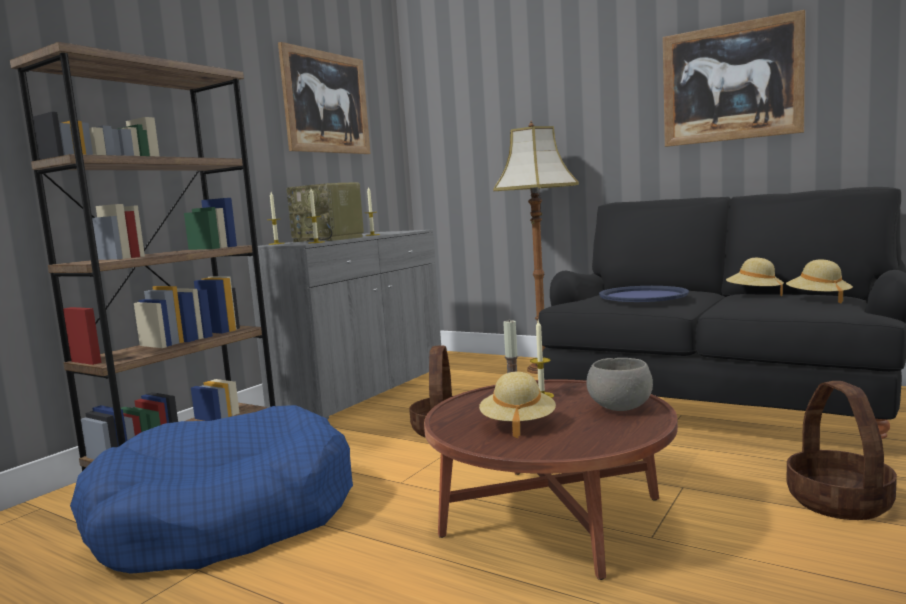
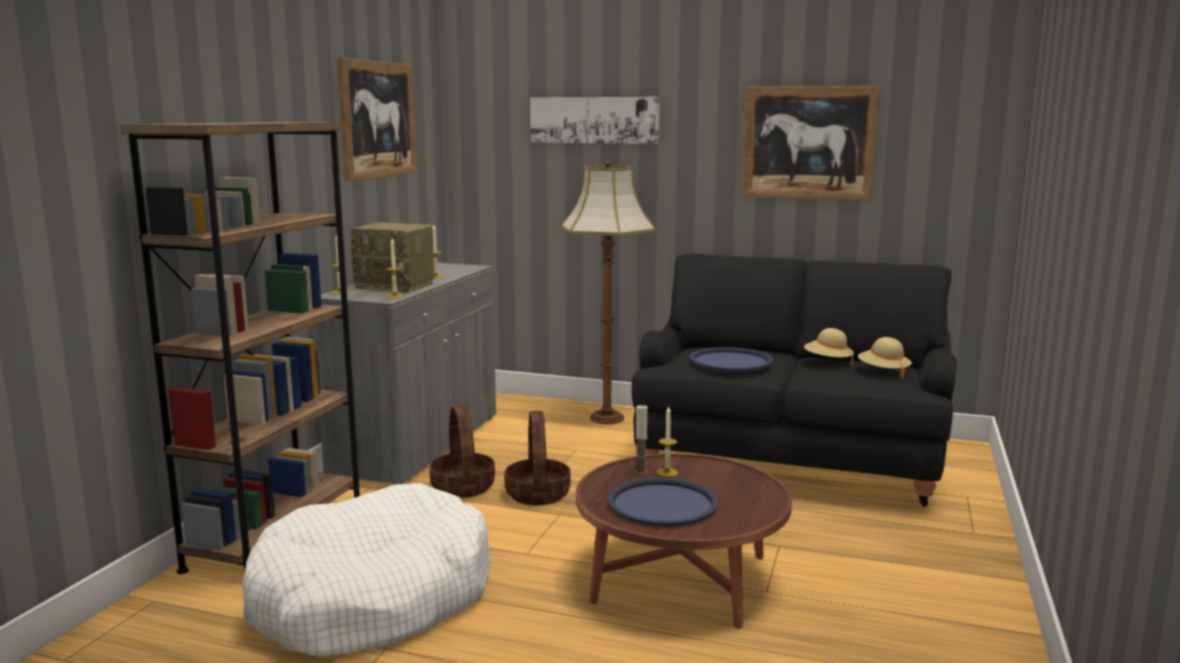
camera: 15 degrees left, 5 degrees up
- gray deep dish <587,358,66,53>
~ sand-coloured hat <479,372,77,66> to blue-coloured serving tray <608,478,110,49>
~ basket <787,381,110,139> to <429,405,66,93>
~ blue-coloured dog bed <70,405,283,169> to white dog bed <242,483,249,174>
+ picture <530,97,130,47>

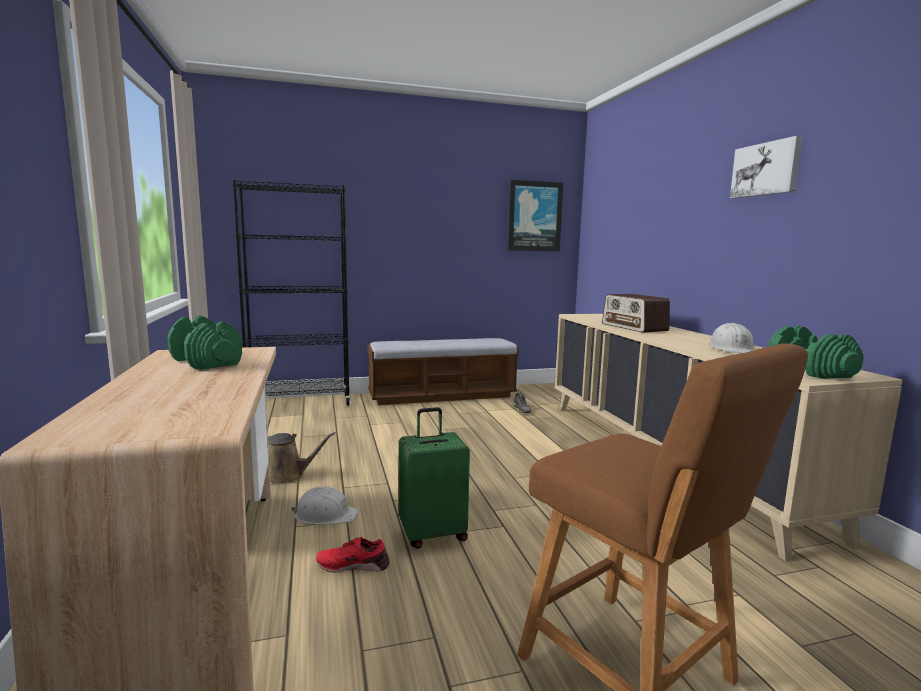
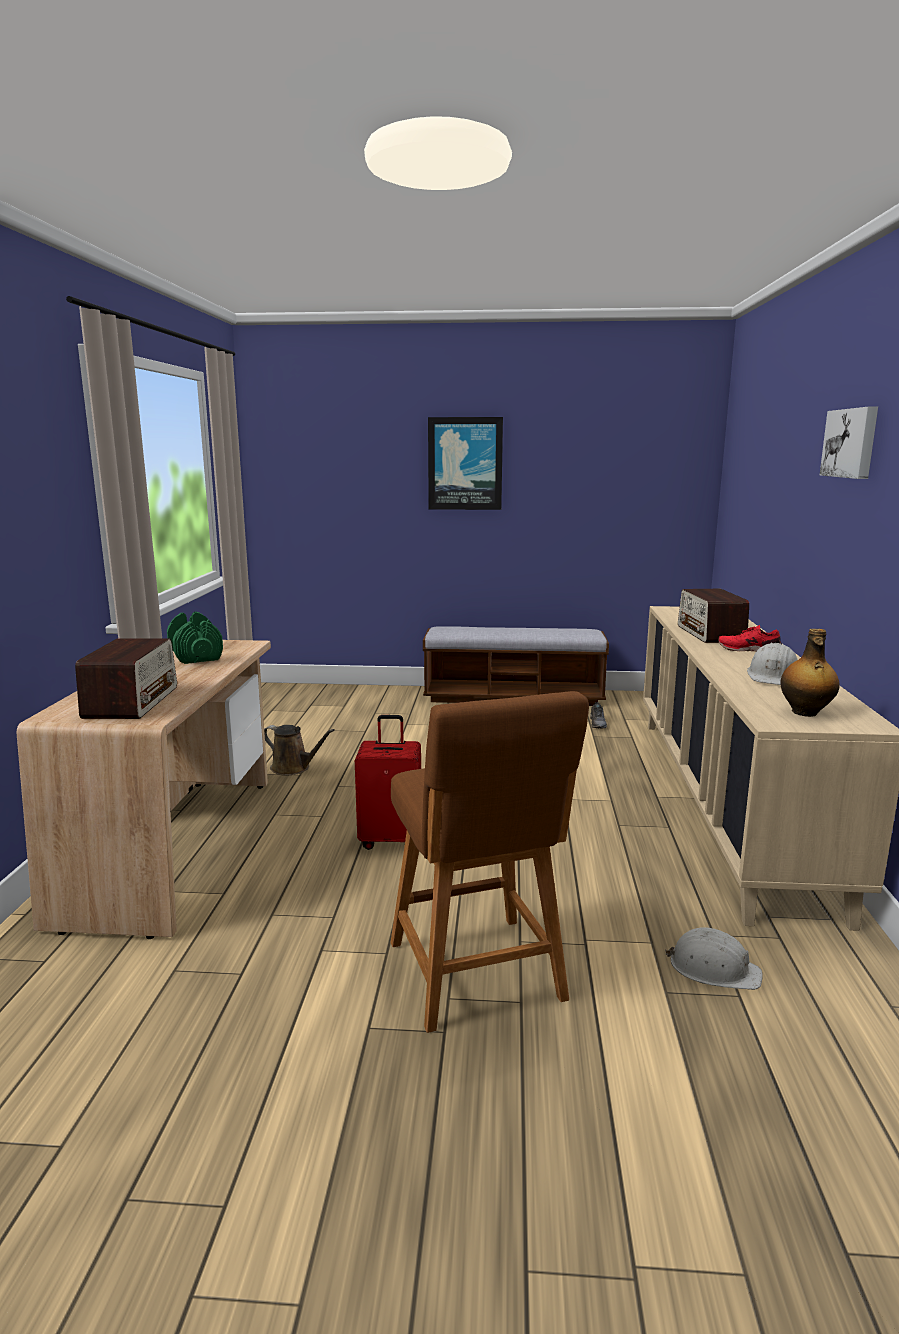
camera: 20 degrees right, 5 degrees up
- blackish shelving unit <232,180,119,226>
~ picture <508,180,55,72> to <428,417,75,93>
~ green-coloured hand weight <768,326,95,53> to drink bottle <780,629,60,88>
~ green-coloured suitcase <399,407,71,142> to reddish suitcase <355,715,66,135>
~ white safety helmet <291,486,68,39> to <665,927,98,63>
~ reddish shoe <316,536,74,37> to <718,625,64,27>
+ radio set <75,638,102,81>

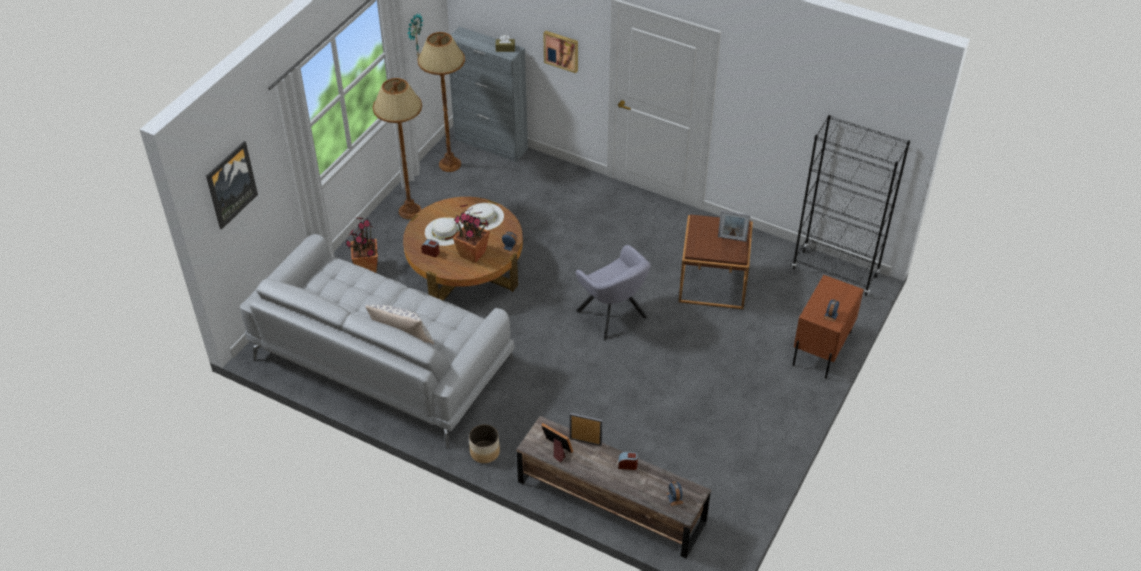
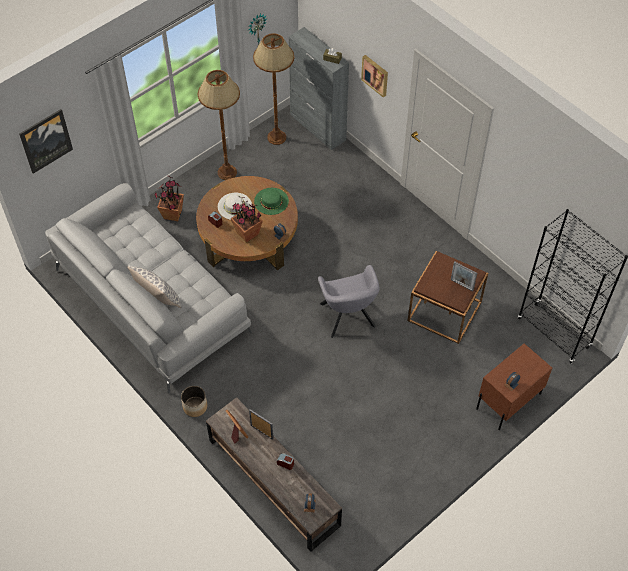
camera: 20 degrees right, 10 degrees up
~ white hat <465,203,39,27> to green-coloured hat <254,188,35,27>

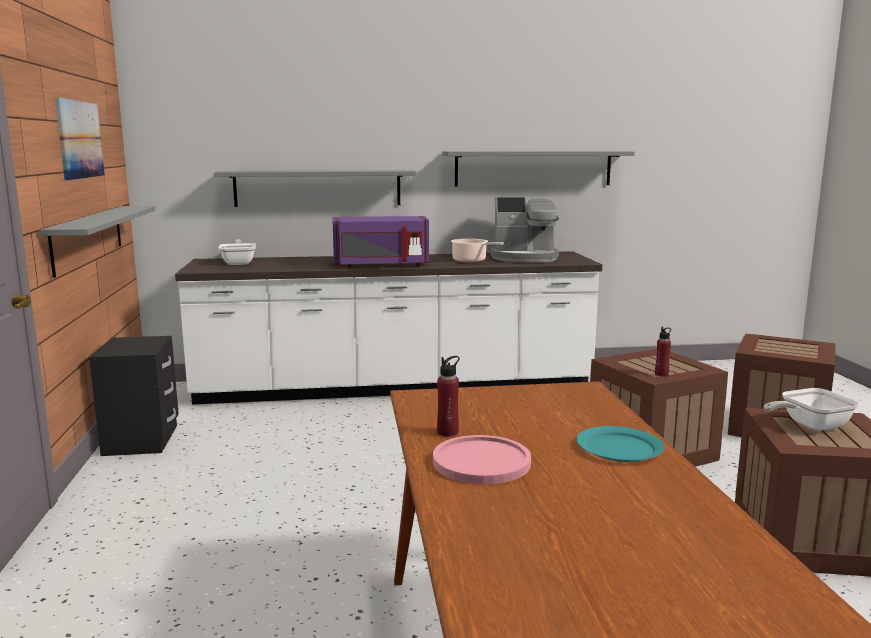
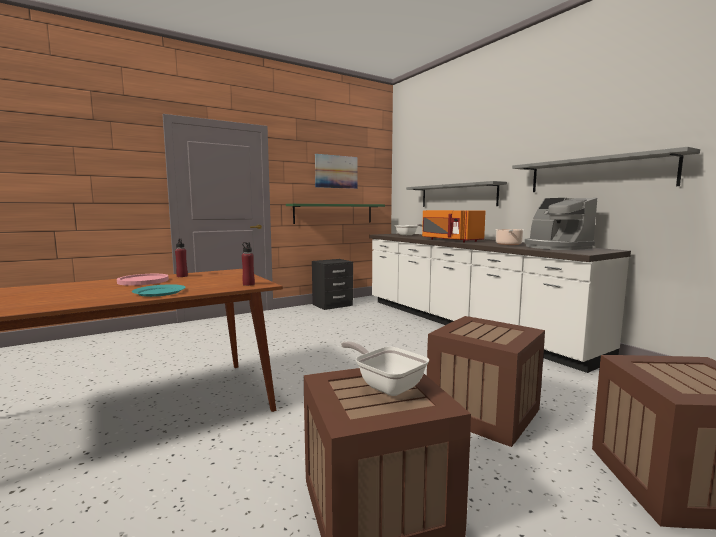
camera: 65 degrees right, 5 degrees down
~ gray bracket shelf <39,206,116,72> to green-coloured bracket shelf <286,204,99,20>
~ purple-coloured kitchen microwave <333,216,96,52> to orange-coloured kitchen microwave <422,210,64,33>
~ reddish drink bottle <655,326,16,51> to <242,242,13,44>

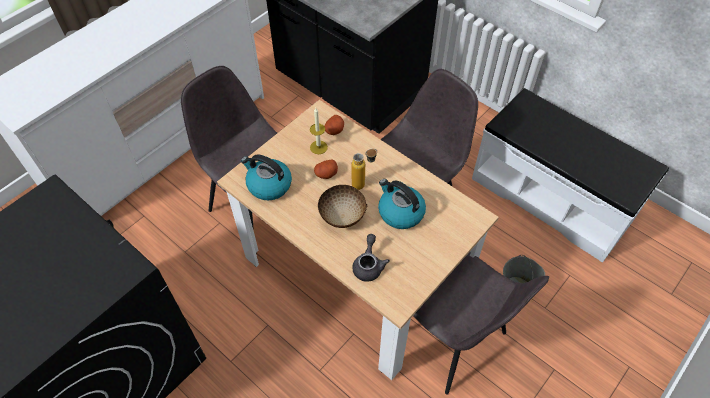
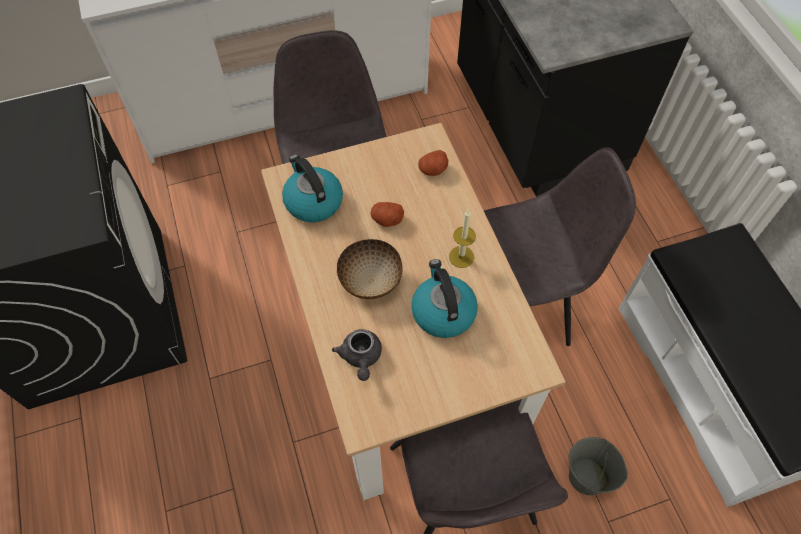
camera: 30 degrees right, 5 degrees up
~ wax light <310,108,18,46> to <449,210,27,58>
- drink bottle <352,149,25,41>
~ gray teapot <352,234,38,48> = <332,329,50,52> 135 degrees clockwise

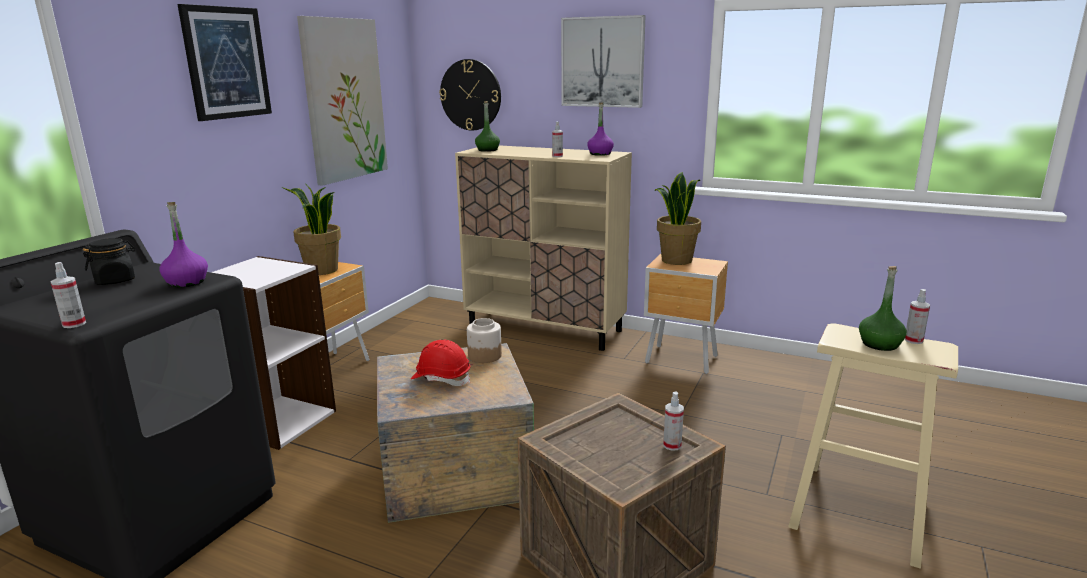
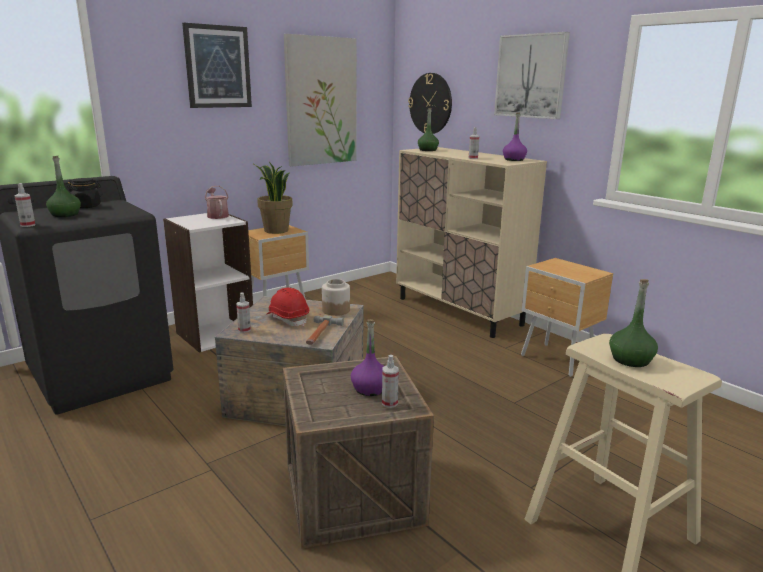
camera: 25 degrees right, 0 degrees up
- plant in a pot <654,172,47,93>
~ purple-coloured drink bottle <159,202,49,86> to <351,319,33,77>
~ hand sprayer <904,289,26,55> to <236,293,15,40>
+ green-coloured drink bottle <46,156,35,61>
+ watering can <205,186,24,33>
+ hand hammer <306,315,38,30>

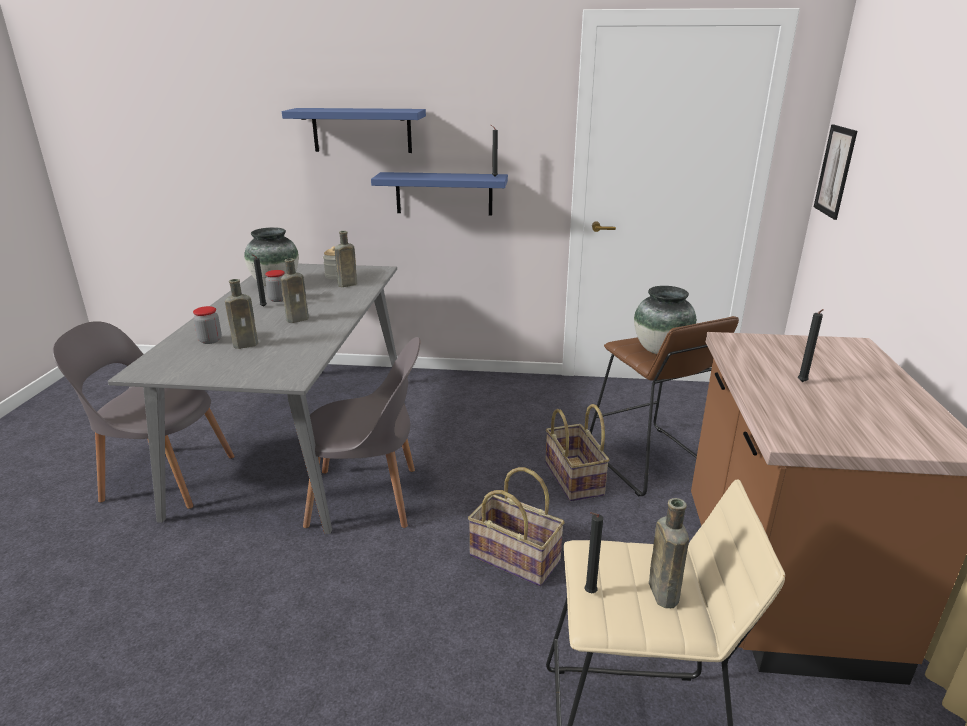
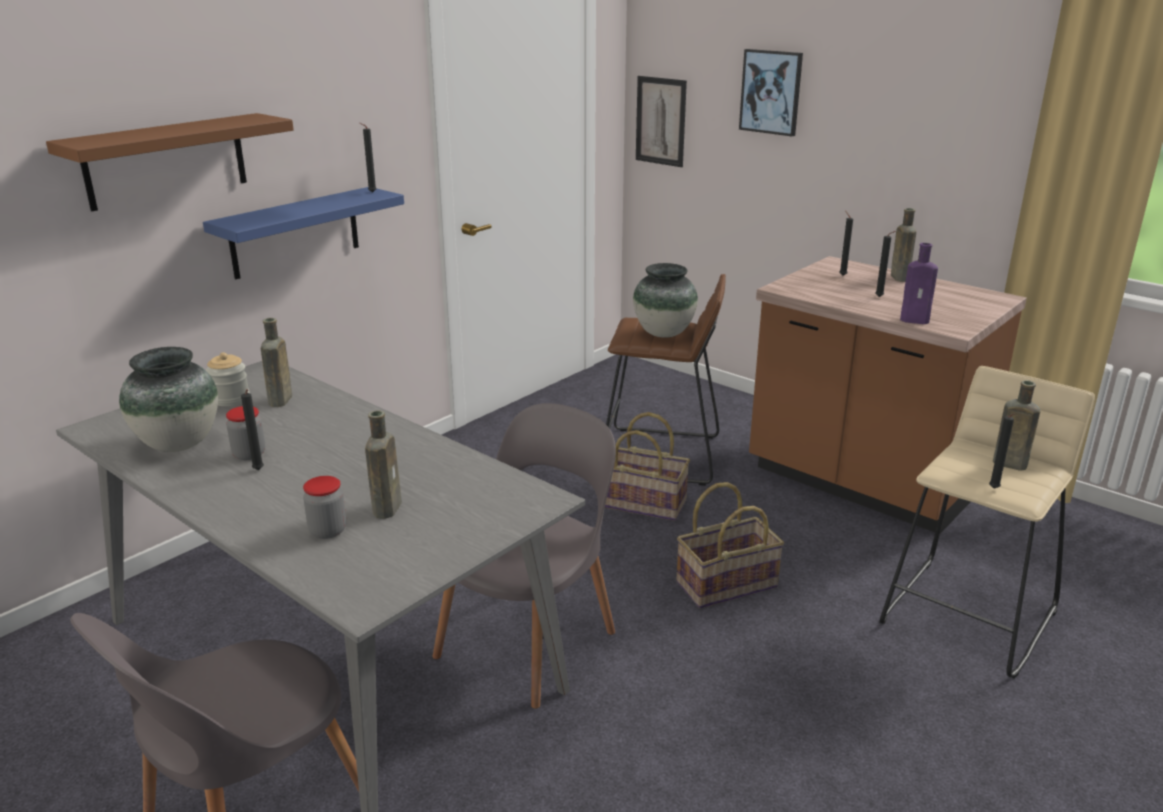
camera: 55 degrees left, 0 degrees up
~ blue-coloured bracket shelf <282,108,144,45> to brown-coloured bracket shelf <46,113,248,98>
~ brown-coloured drink bottle <280,258,29,65> to <891,208,25,74>
+ picture <739,49,64,87>
+ blackish wax light <839,211,14,65>
+ purple-coloured drink bottle <900,243,38,81>

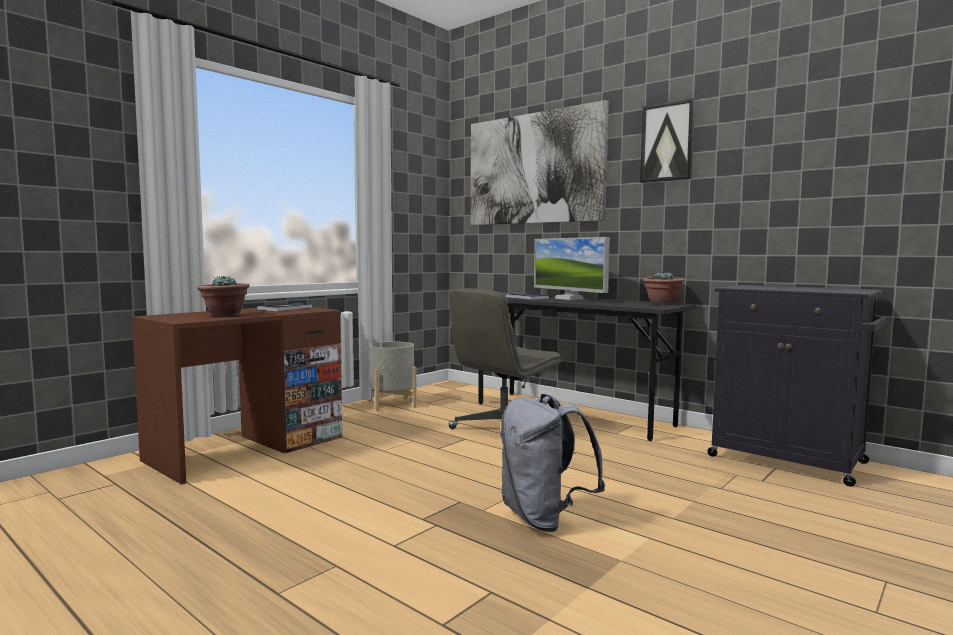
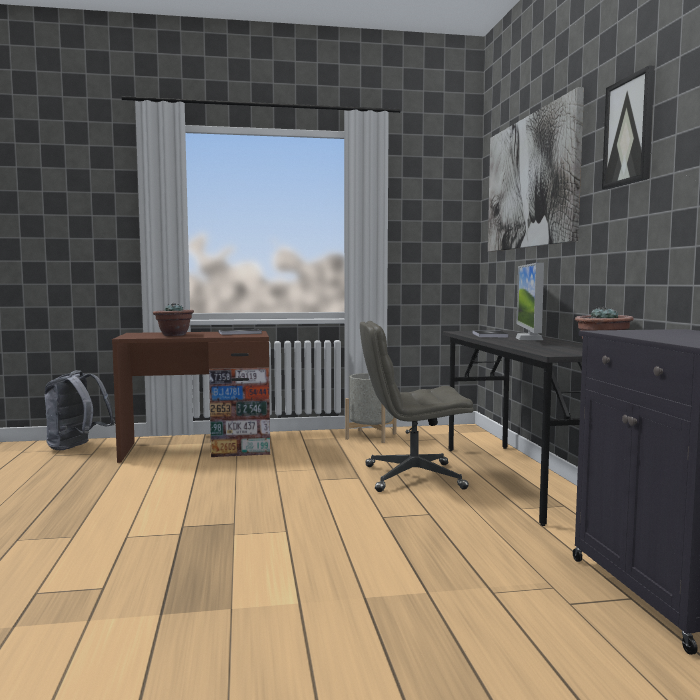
camera: 40 degrees right, 0 degrees up
~ gray backpack <500,394,105,138> to <45,370,70,80>

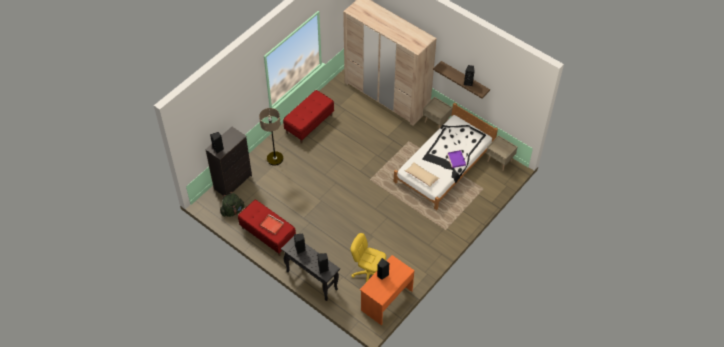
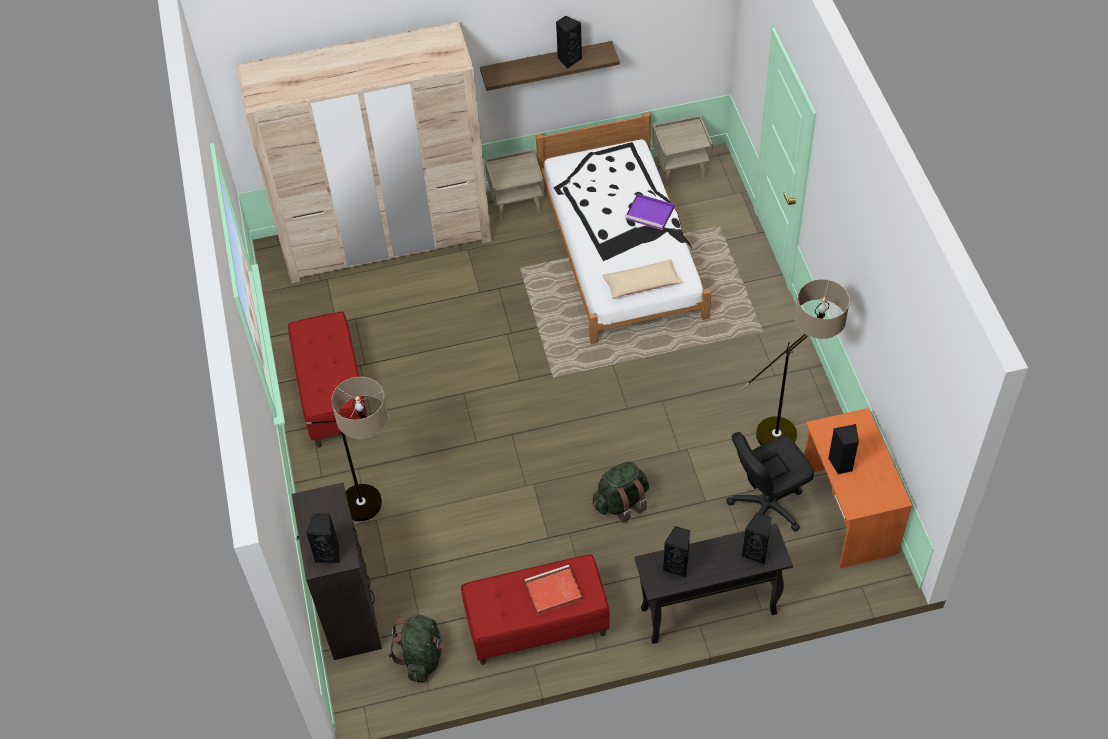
camera: 50 degrees left, 0 degrees up
~ yellow-coloured desk chair <350,233,36,49> to blackish desk chair <727,432,87,100>
+ standard lamp <740,279,110,166>
+ green-coloured backpack <593,461,56,62>

